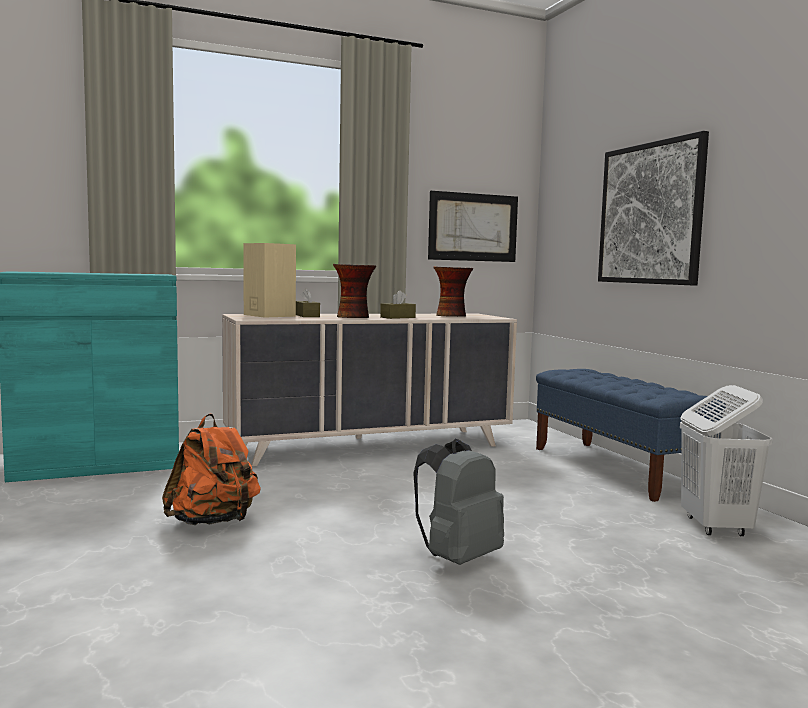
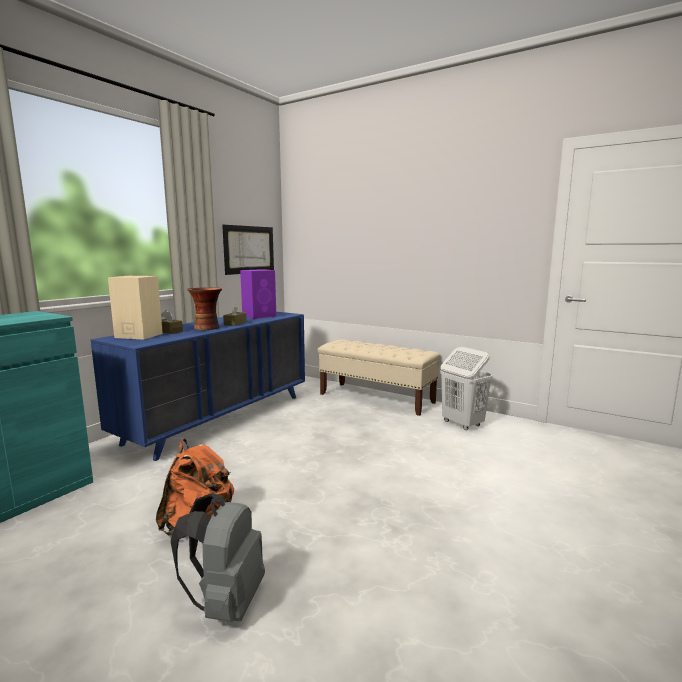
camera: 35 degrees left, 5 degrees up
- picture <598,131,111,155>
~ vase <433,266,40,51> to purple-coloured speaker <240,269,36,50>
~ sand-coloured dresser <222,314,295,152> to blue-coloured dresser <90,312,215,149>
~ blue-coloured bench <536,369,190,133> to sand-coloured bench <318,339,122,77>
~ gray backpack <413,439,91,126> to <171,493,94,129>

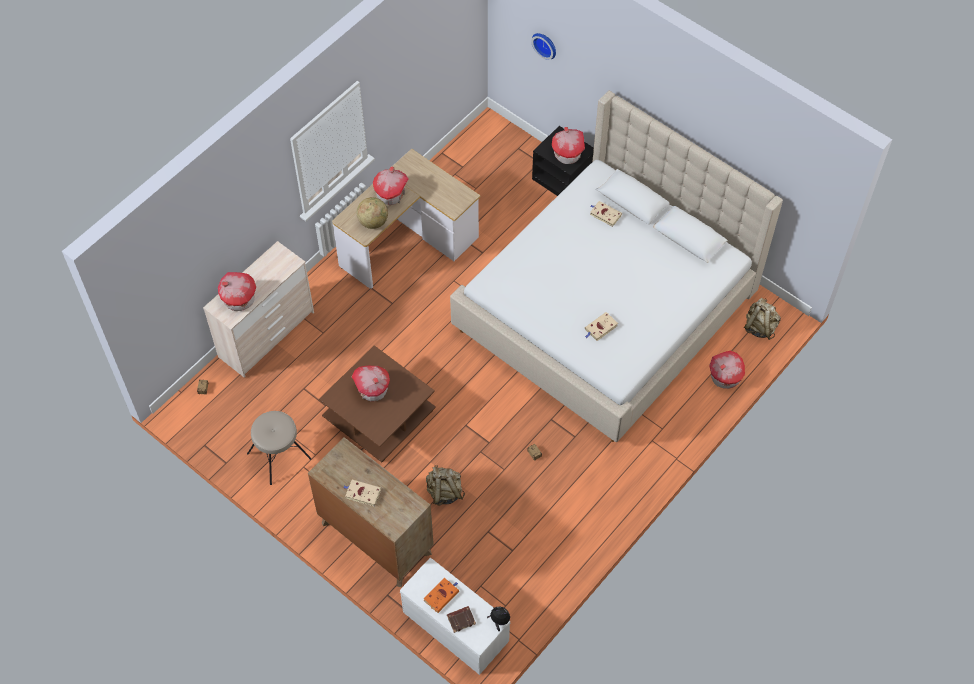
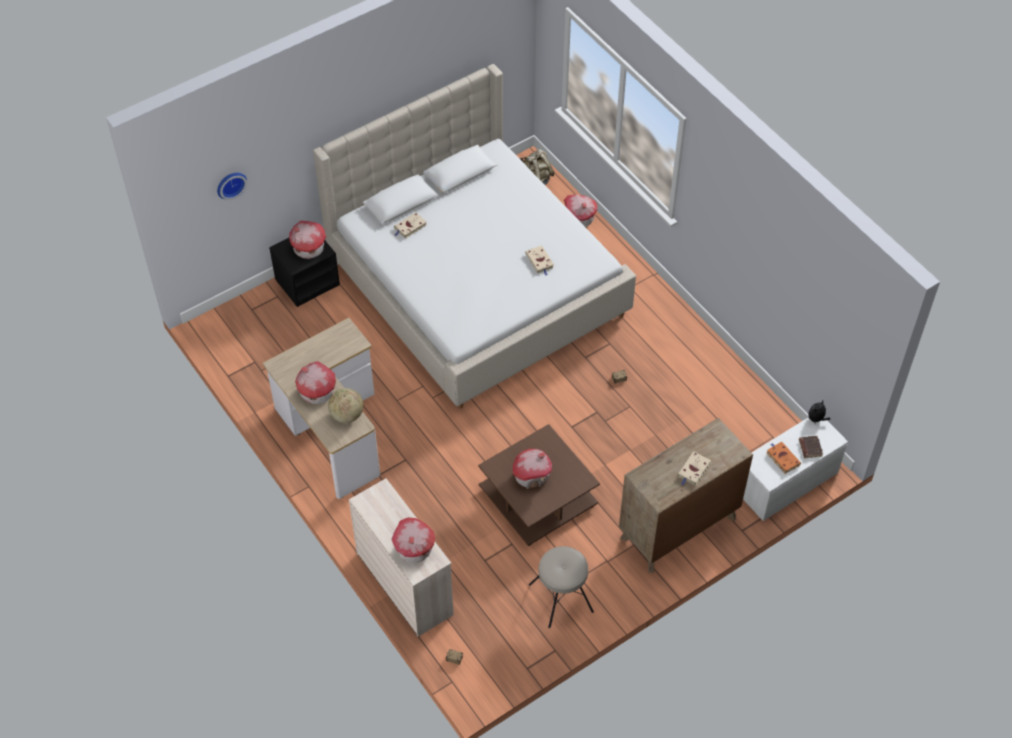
camera: 75 degrees left, 5 degrees down
- sand-coloured backpack <426,465,39,41>

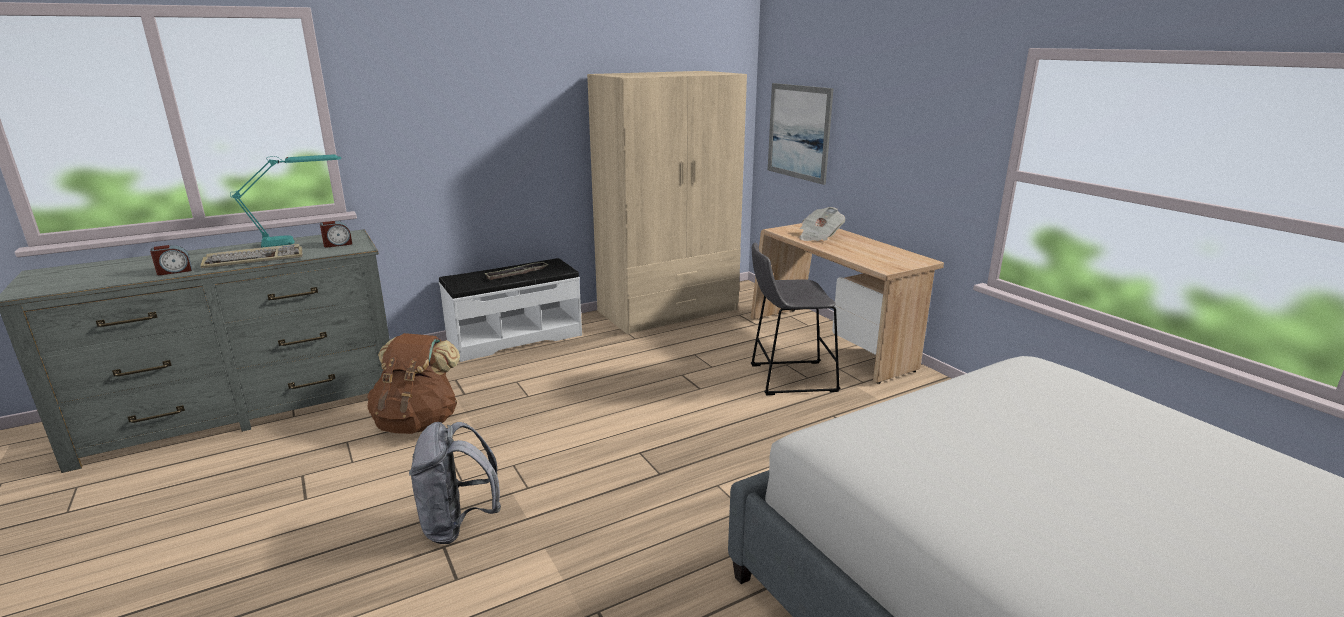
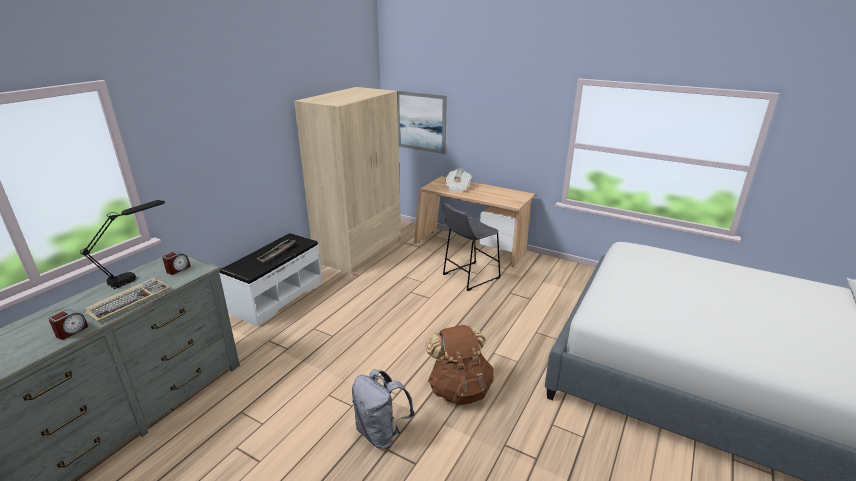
camera: 30 degrees left, 5 degrees up
~ turquoise lamp for a table <230,155,111,93> to blackish lamp for a table <80,200,85,89>
~ brown-coloured backpack <367,333,93,101> to <426,325,68,80>

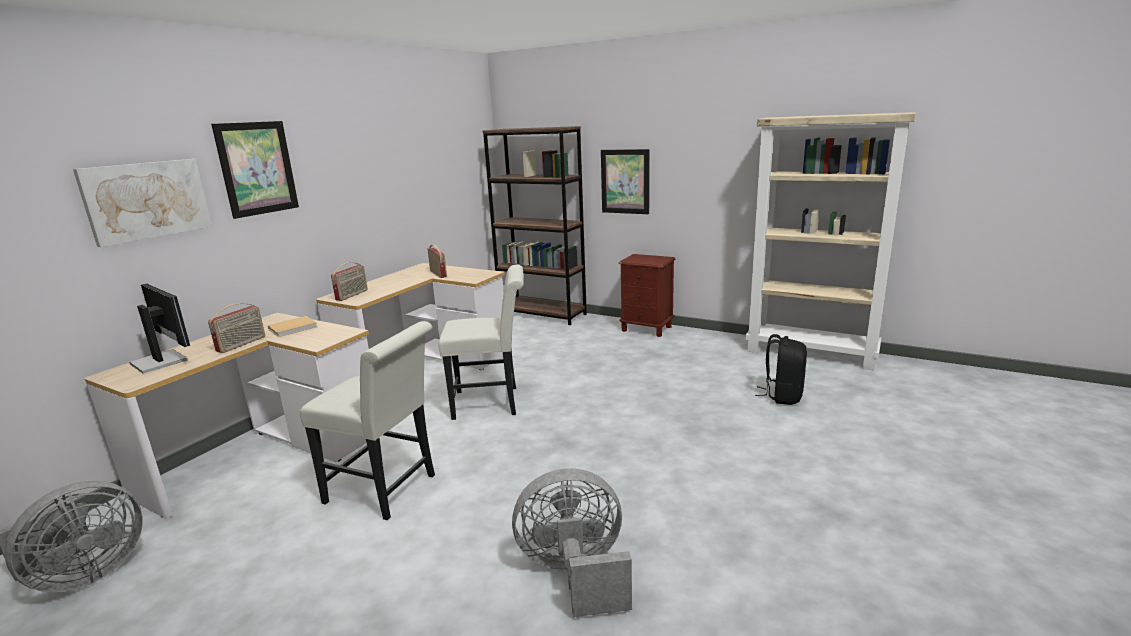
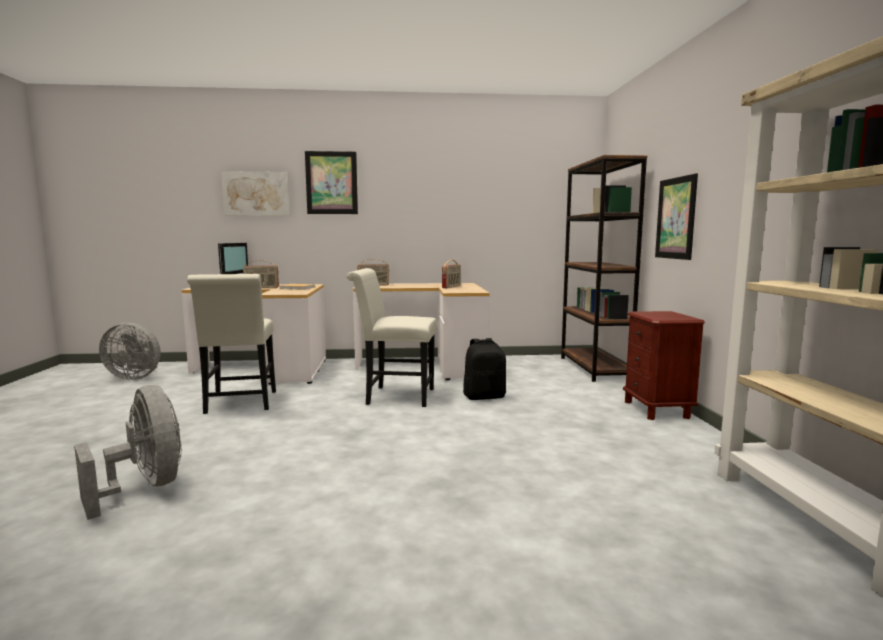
camera: 55 degrees right, 10 degrees down
~ white plain chair <439,265,85,155> = <346,268,91,139> 135 degrees clockwise
~ blackish backpack <755,334,52,71> to <463,338,43,62>

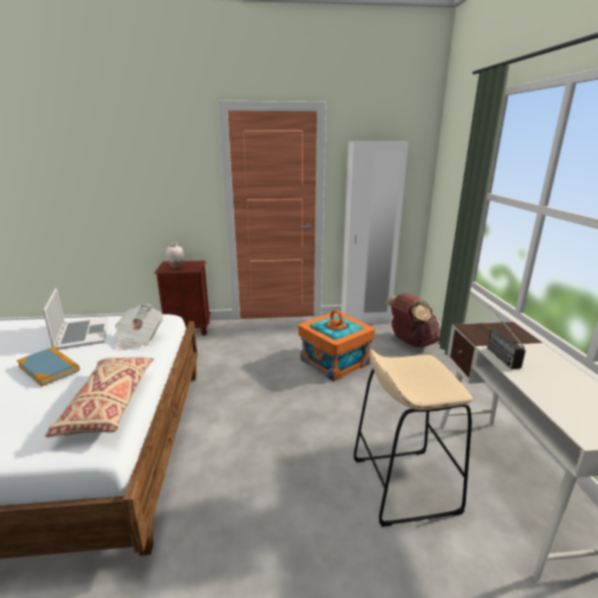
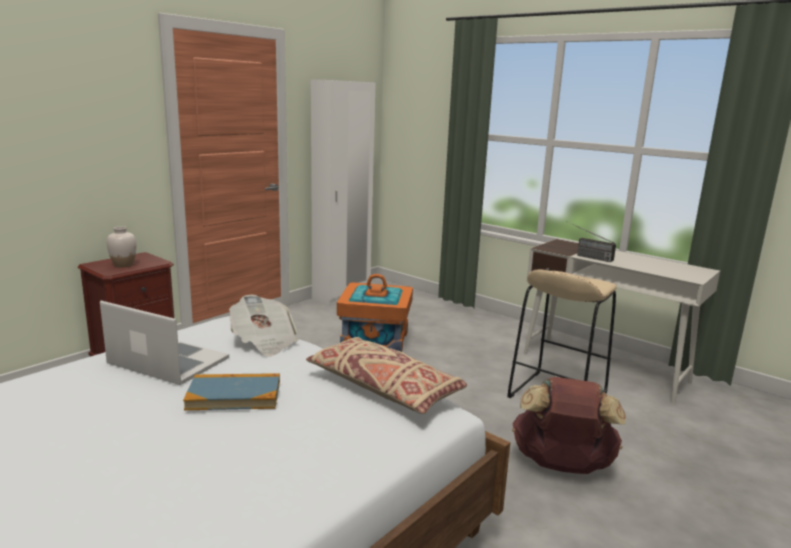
camera: 45 degrees left, 5 degrees down
~ brown-coloured backpack <386,293,54,54> to <512,377,114,97>

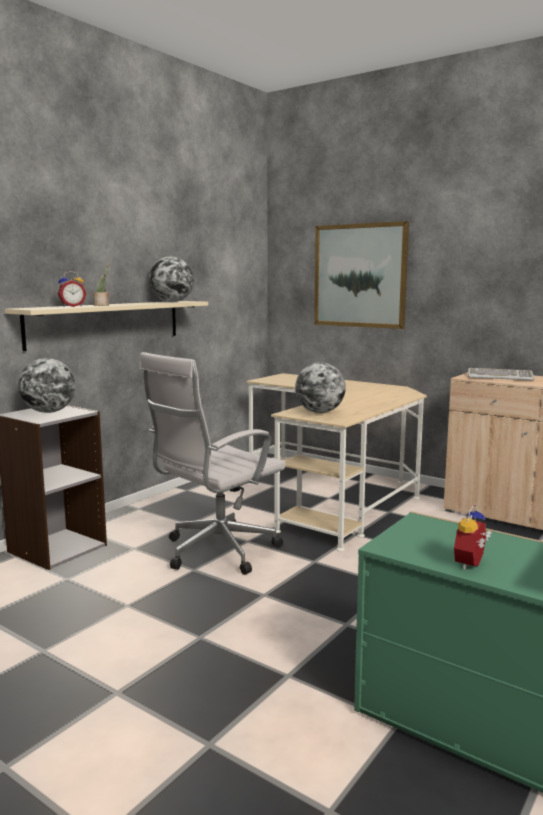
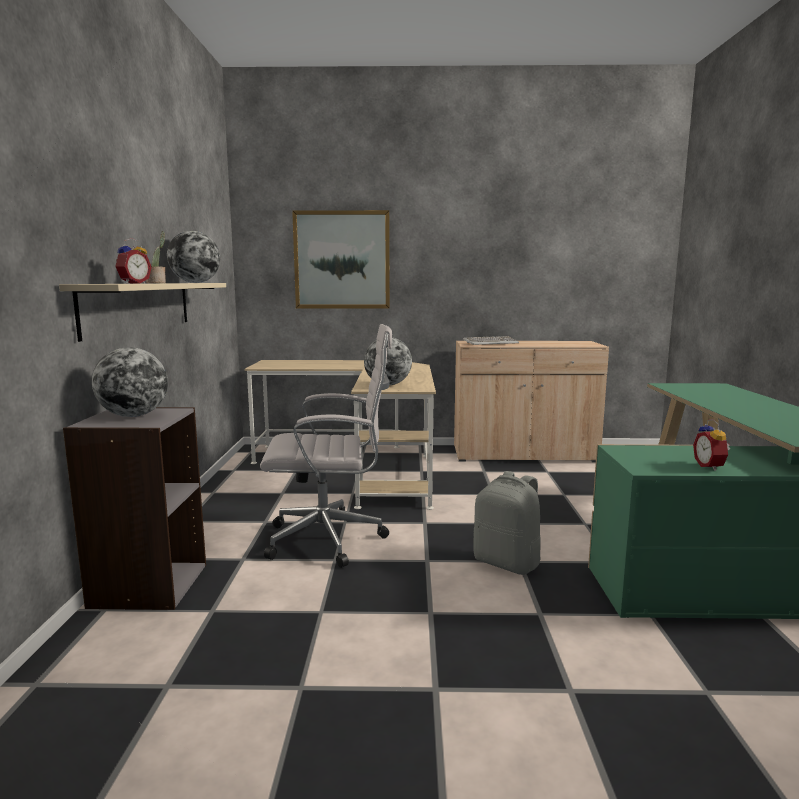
camera: 35 degrees left, 0 degrees up
~ white desk chair <140,352,146,223> = <260,324,132,244> 105 degrees counterclockwise
+ gray backpack <473,471,68,104>

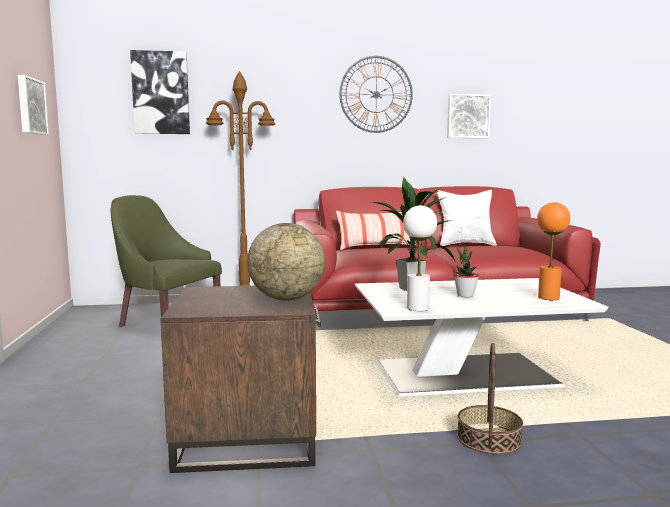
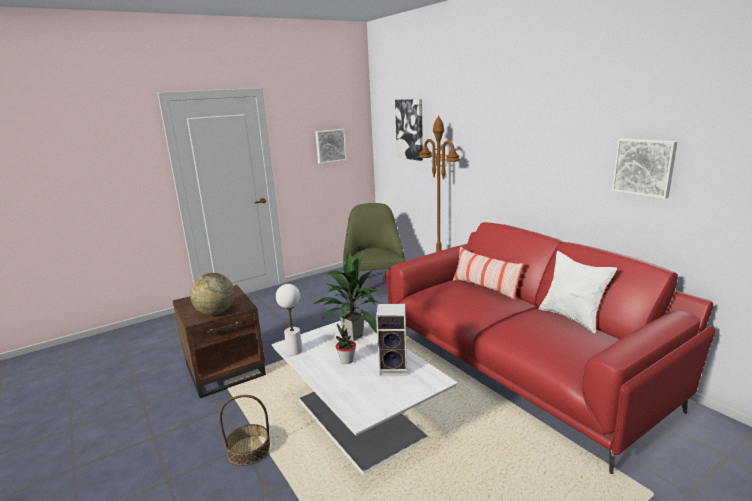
camera: 65 degrees right, 10 degrees up
- clock on the wall <339,56,74,77>
- orange-coloured lamp for a table <537,202,33,98>
+ speaker <376,304,31,72>

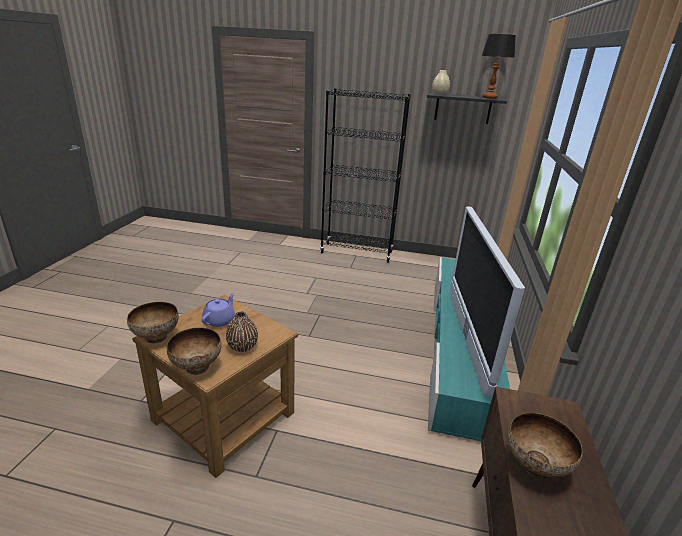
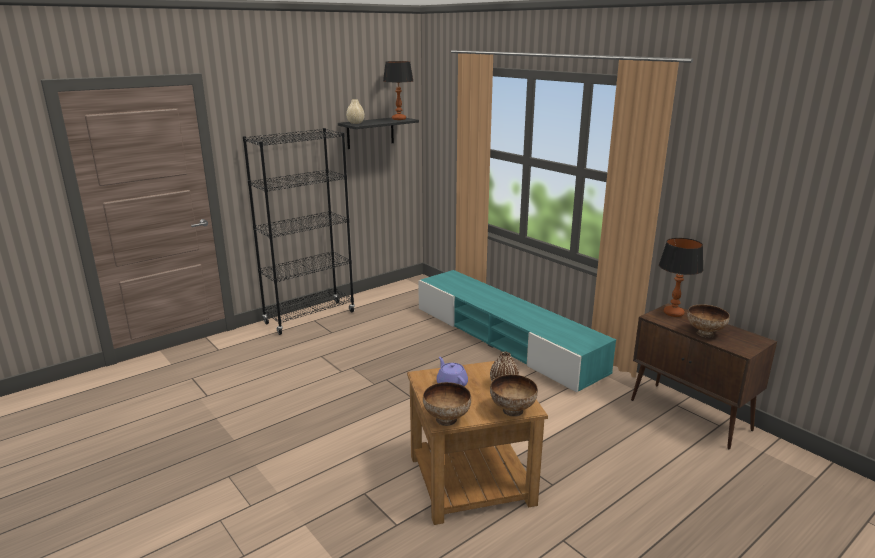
camera: 50 degrees left, 5 degrees down
- TV set <450,207,75,189>
+ lamp for a table <659,238,44,79>

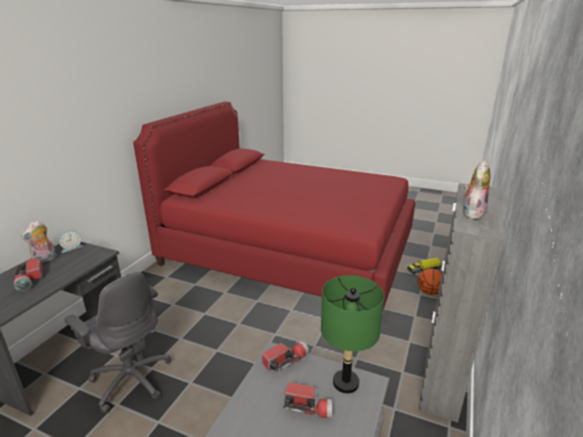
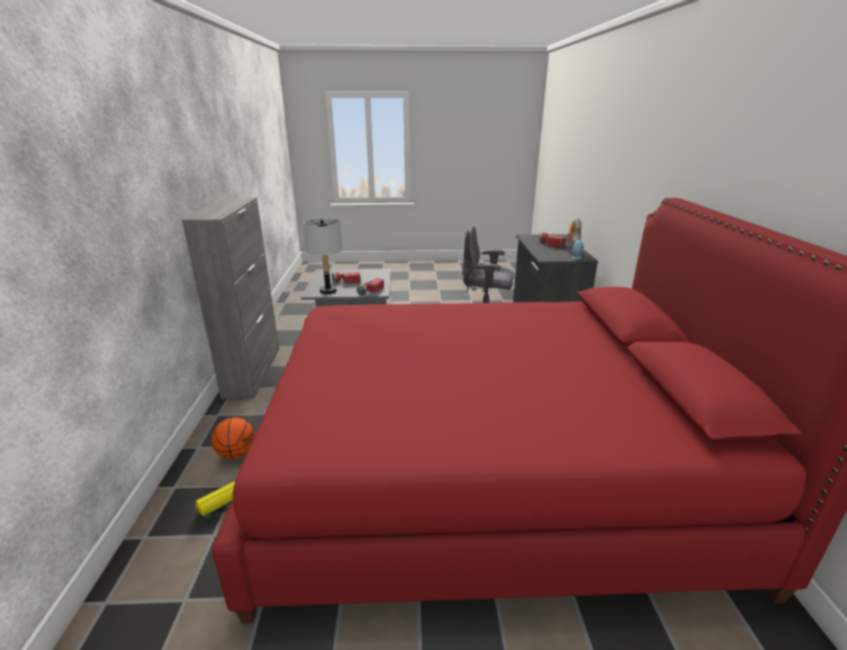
camera: 155 degrees right, 0 degrees up
- cuddly toy <463,160,28,59>
~ green-coloured lamp for a table <321,275,63,118> to gray lamp for a table <303,218,40,76>

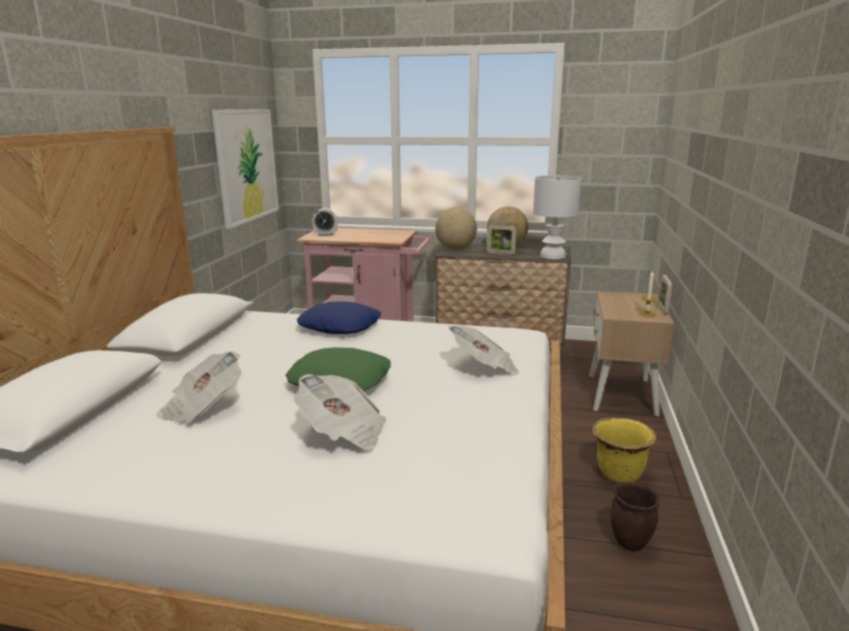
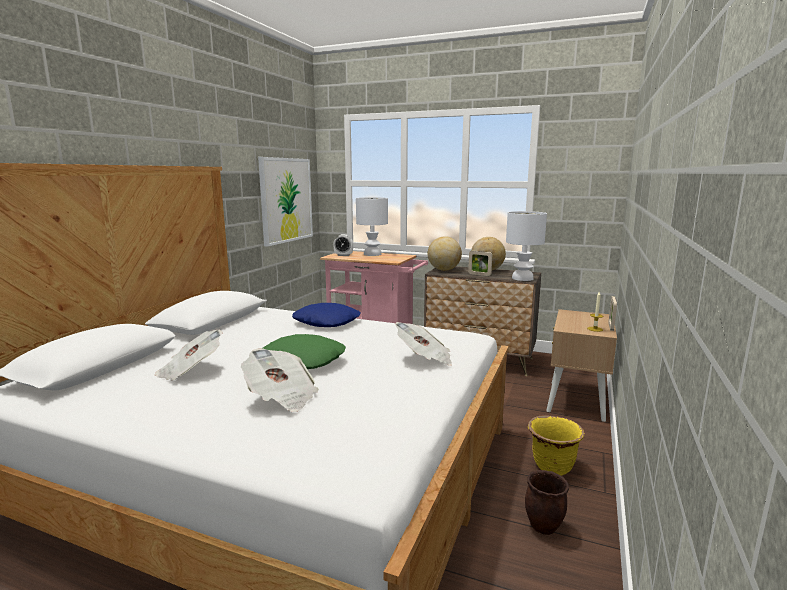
camera: 10 degrees right, 5 degrees down
+ white lamp for a table <356,197,32,59>

